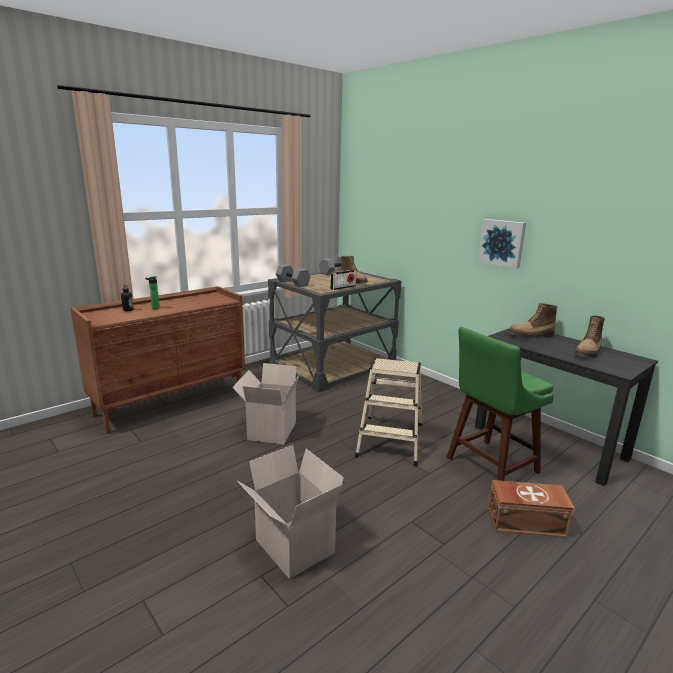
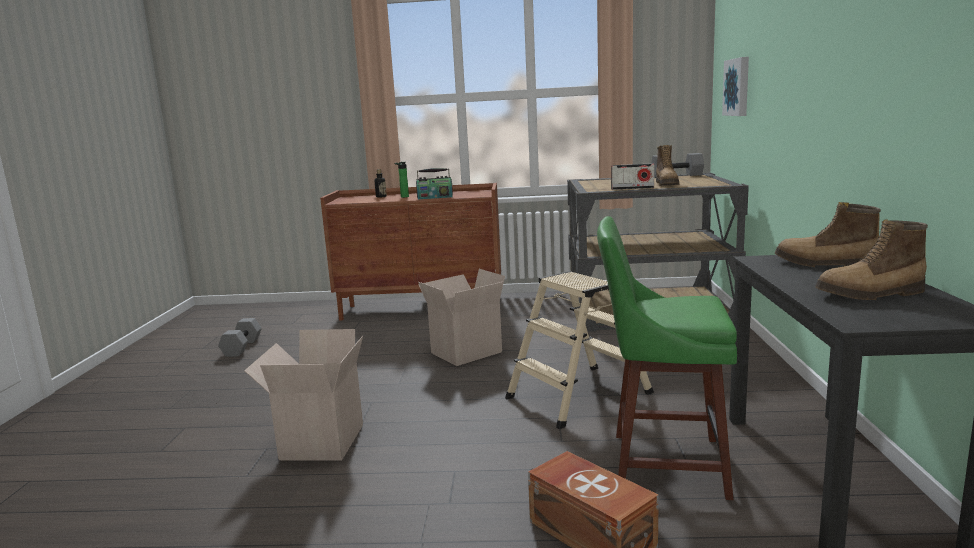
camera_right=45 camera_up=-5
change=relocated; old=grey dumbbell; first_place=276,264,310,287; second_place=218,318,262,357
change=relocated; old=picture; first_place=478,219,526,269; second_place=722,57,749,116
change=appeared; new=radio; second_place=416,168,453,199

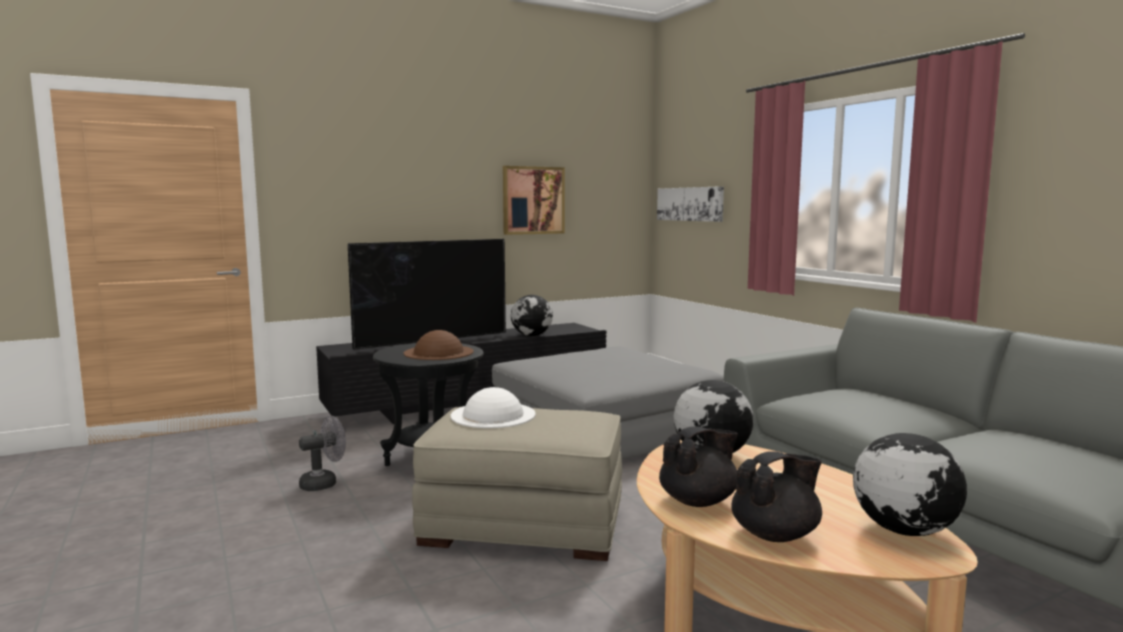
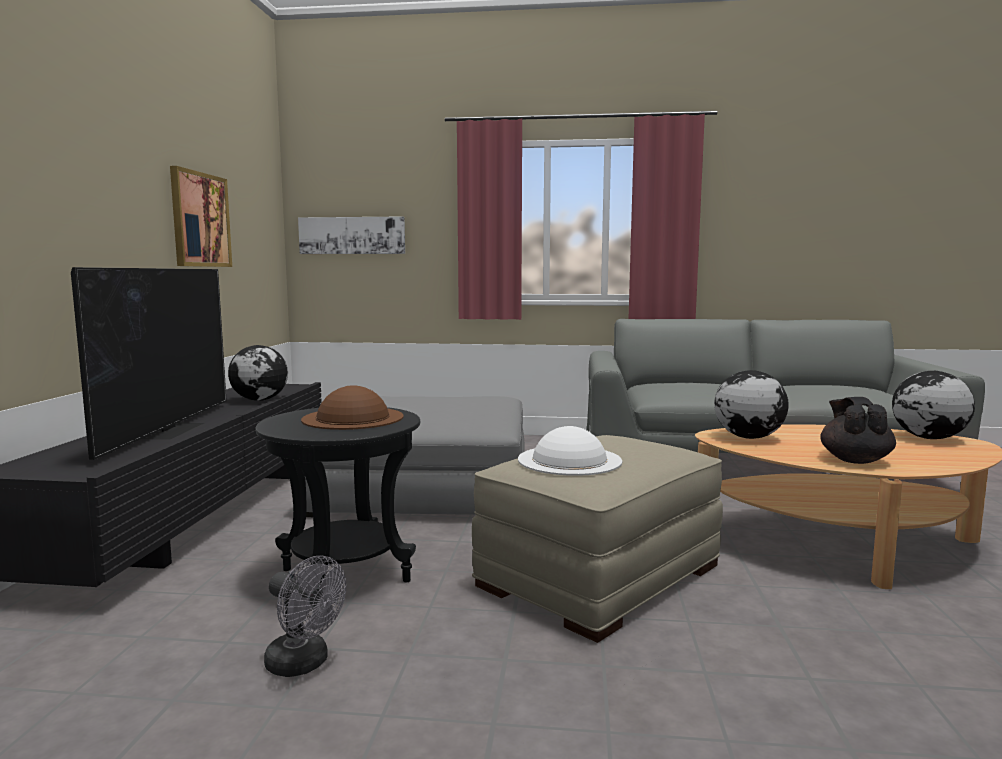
camera_right=-55 camera_up=0
change=spun; old=grey fan; first_place=299,416,346,491; second_place=264,556,346,677; degrees=120
change=missing; old=black teapot; first_place=731,451,822,542

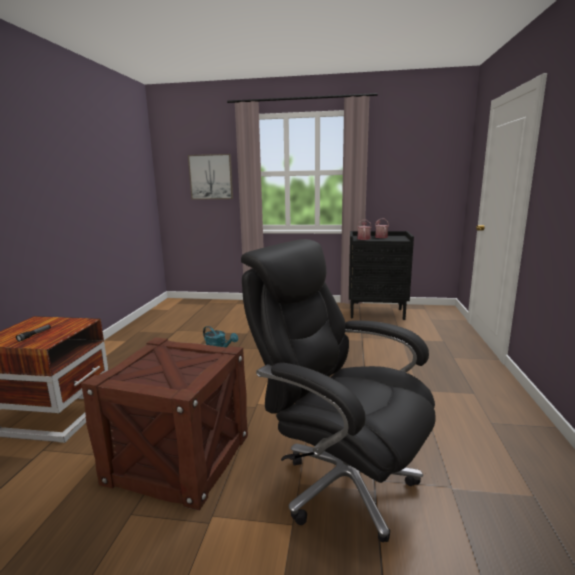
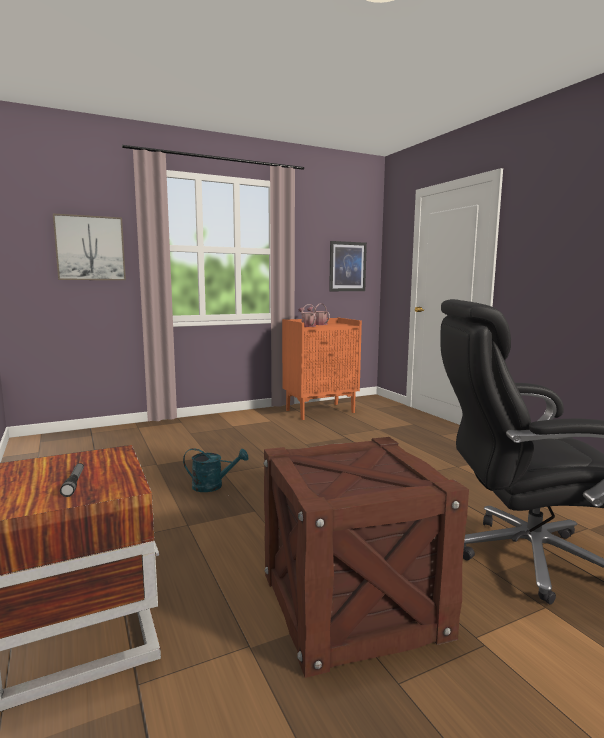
camera_right=-35 camera_up=-5
change=colour; old=black cabinet; new=orange cabinet; first_place=349,231,414,320; second_place=282,318,362,420
change=appeared; new=picture; second_place=329,241,367,291

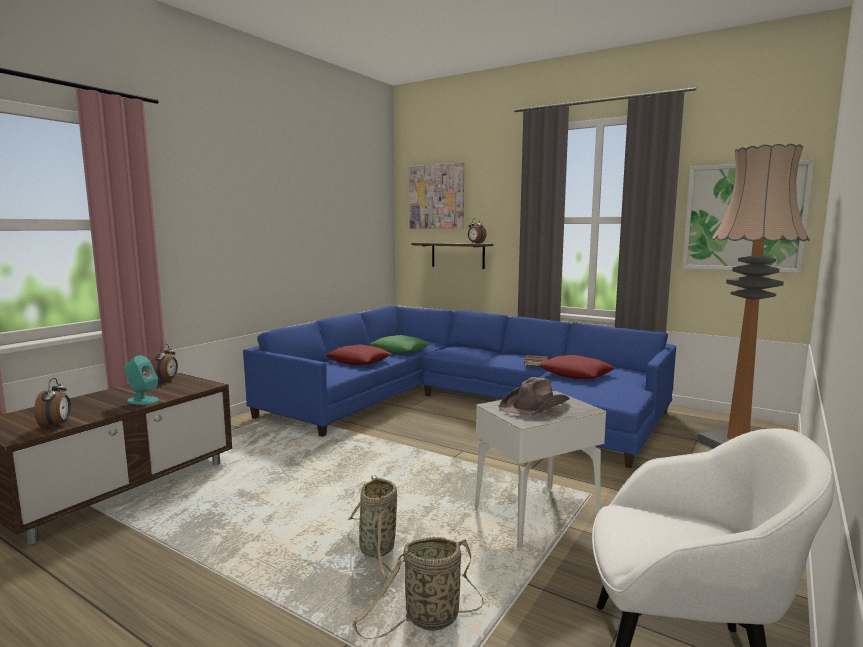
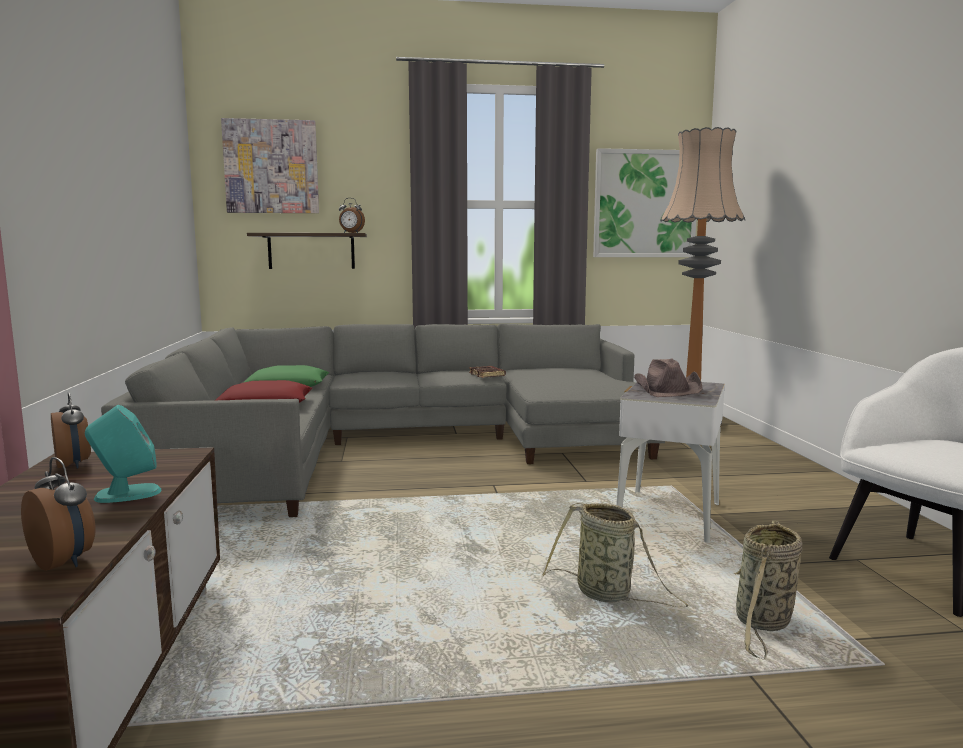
camera_right=-40 camera_up=0
change=colour; old=blue sofa; new=grey sofa; first_place=243,305,676,468; second_place=101,324,665,517
change=missing; old=red pillow; first_place=539,355,616,379

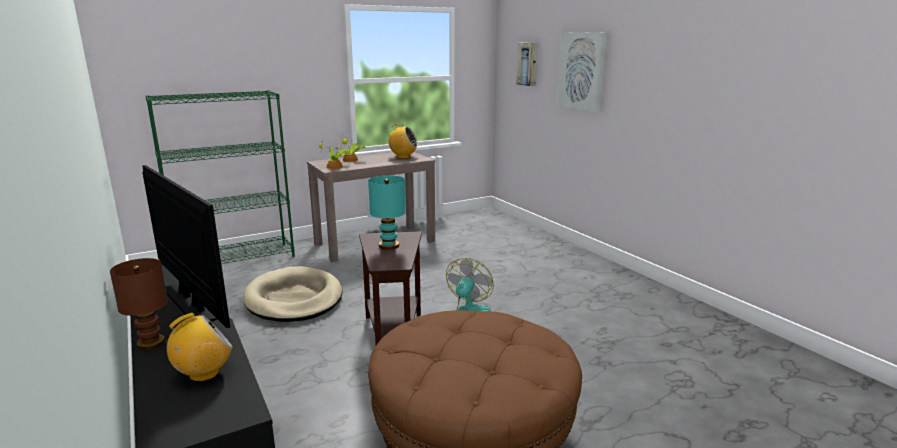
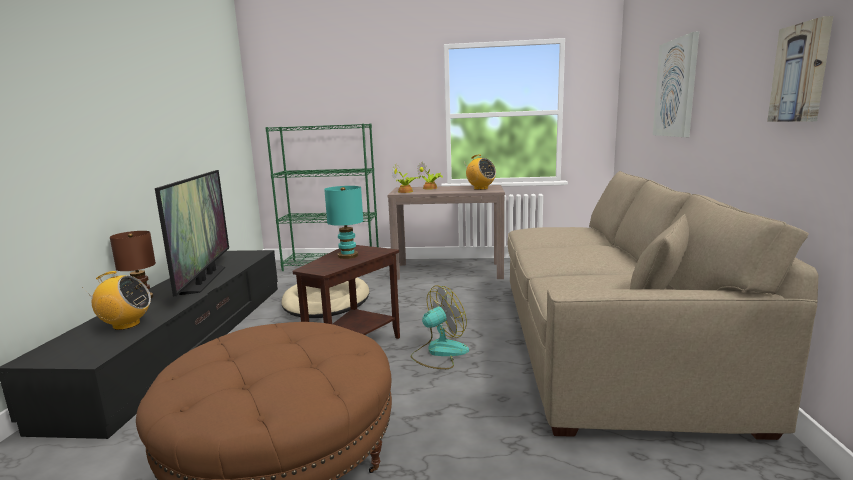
camera_right=35 camera_up=-5
change=relocated; old=picture; first_place=516,43,538,86; second_place=767,16,833,122
change=appeared; new=beige sofa; second_place=508,171,819,440

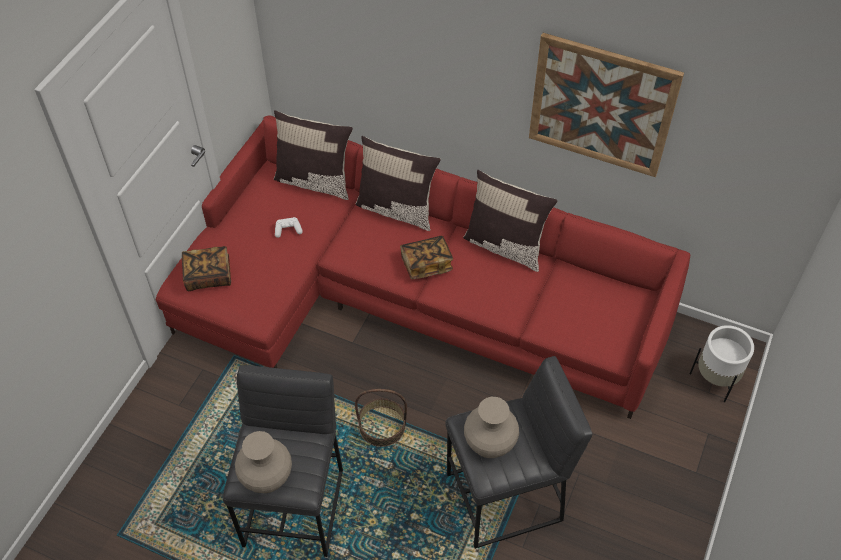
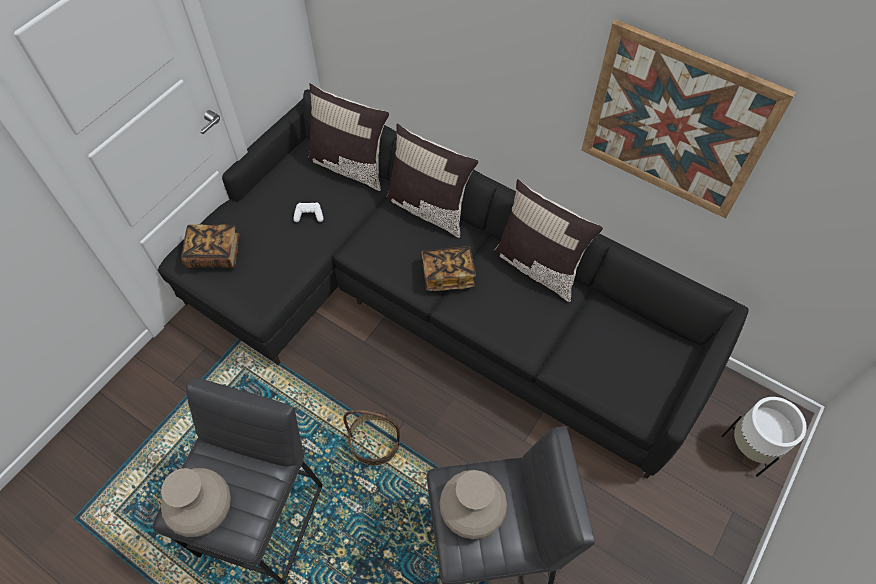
camera_right=10 camera_up=5
change=colour; old=red sofa; new=black sofa; first_place=155,116,690,419; second_place=158,89,749,479

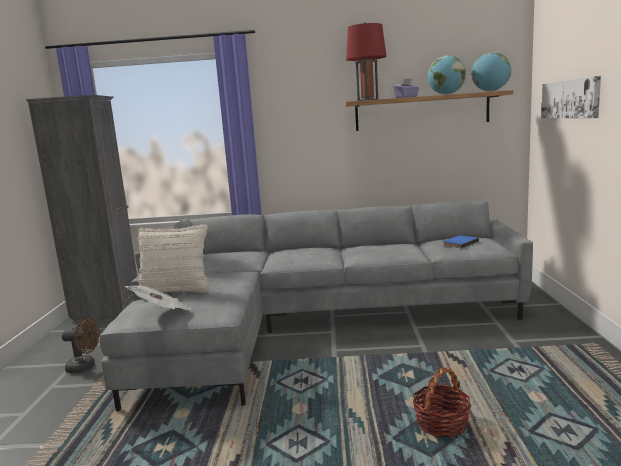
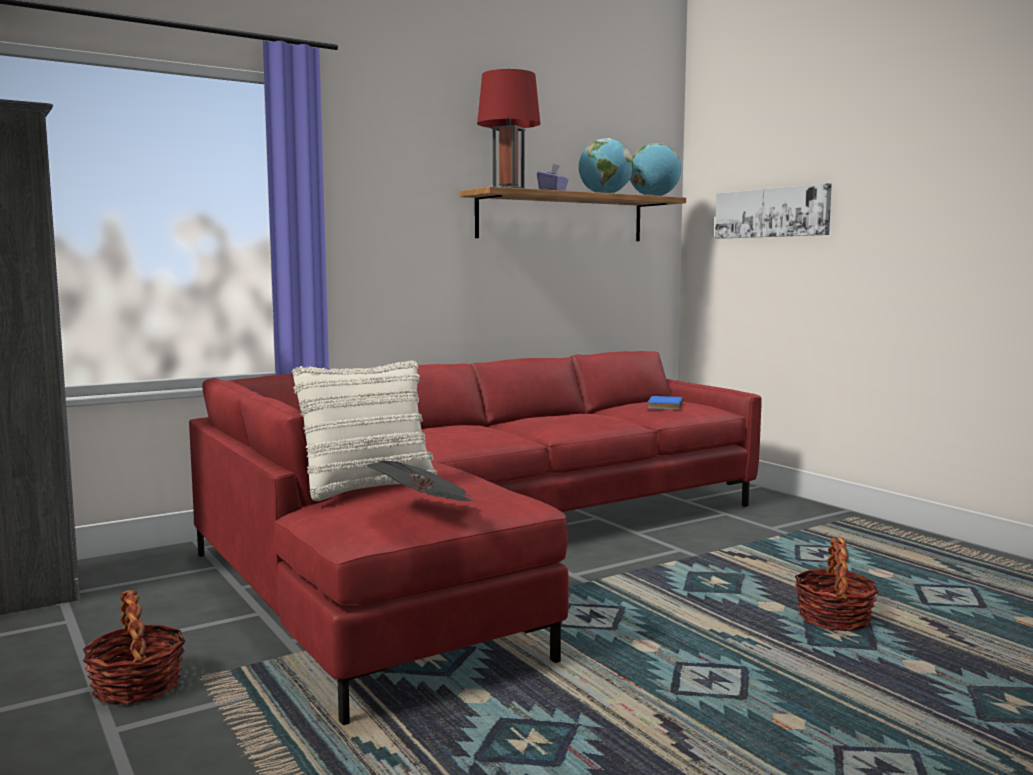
camera_right=-35 camera_up=-5
change=exchanged; old=brown fan; new=basket; first_place=62,317,99,373; second_place=83,590,185,705
change=colour; old=grey sofa; new=red sofa; first_place=100,201,533,411; second_place=189,351,762,725

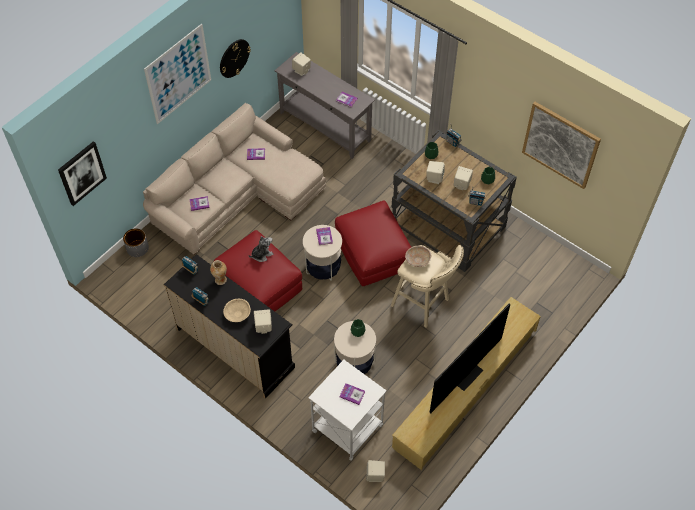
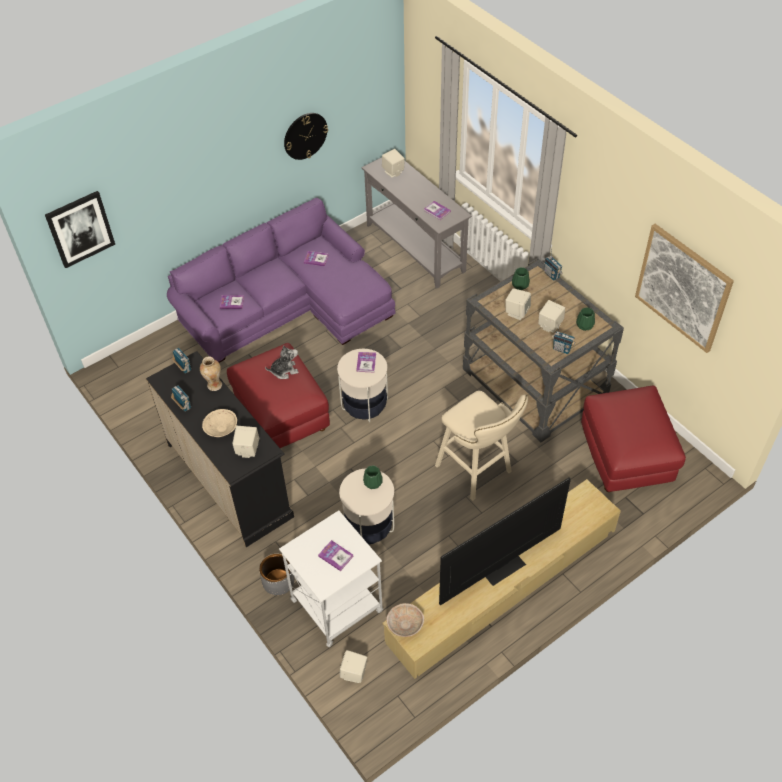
camera_right=15 camera_up=-5
change=relocated; old=grey planter; first_place=123,228,149,257; second_place=259,554,294,595
change=colour; old=beige sofa; new=purple sofa; first_place=143,103,326,255; second_place=167,198,395,363
change=missing; old=picture; first_place=144,24,211,124
change=relocated; old=red ottoman; first_place=335,201,411,286; second_place=581,386,686,492
change=relocated; old=beige bowl; first_place=405,246,431,267; second_place=386,603,424,637

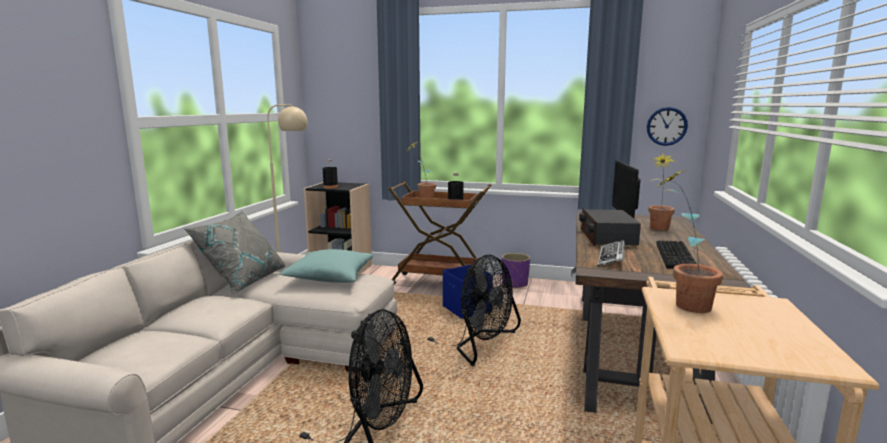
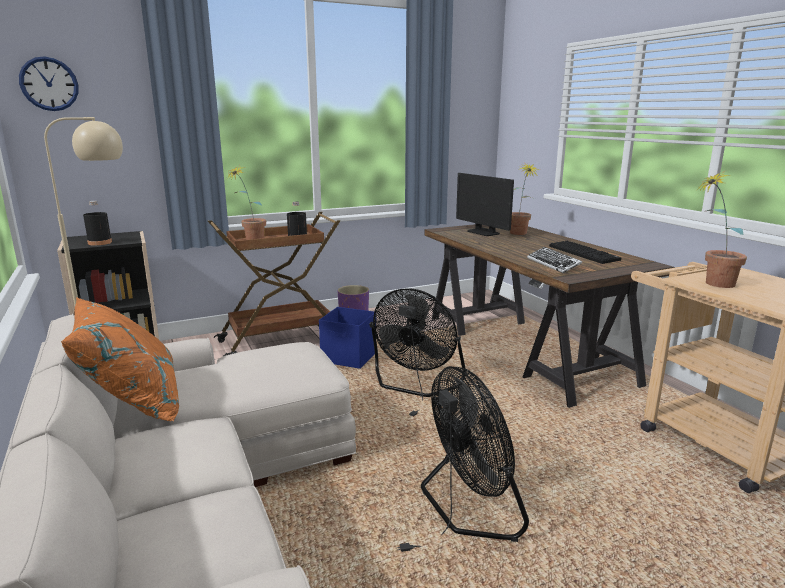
camera_right=-40 camera_up=5
change=colour; old=grey pillow; new=orange pillow; first_place=184,211,285,294; second_place=61,297,179,421
change=missing; old=turquoise pillow; first_place=280,249,373,282
change=spun; old=black fan; first_place=427,255,521,366; second_place=369,288,466,417; degrees=-60
change=missing; old=radio; first_place=579,208,641,246
change=relocated; old=wall clock; first_place=647,107,688,146; second_place=19,56,78,111

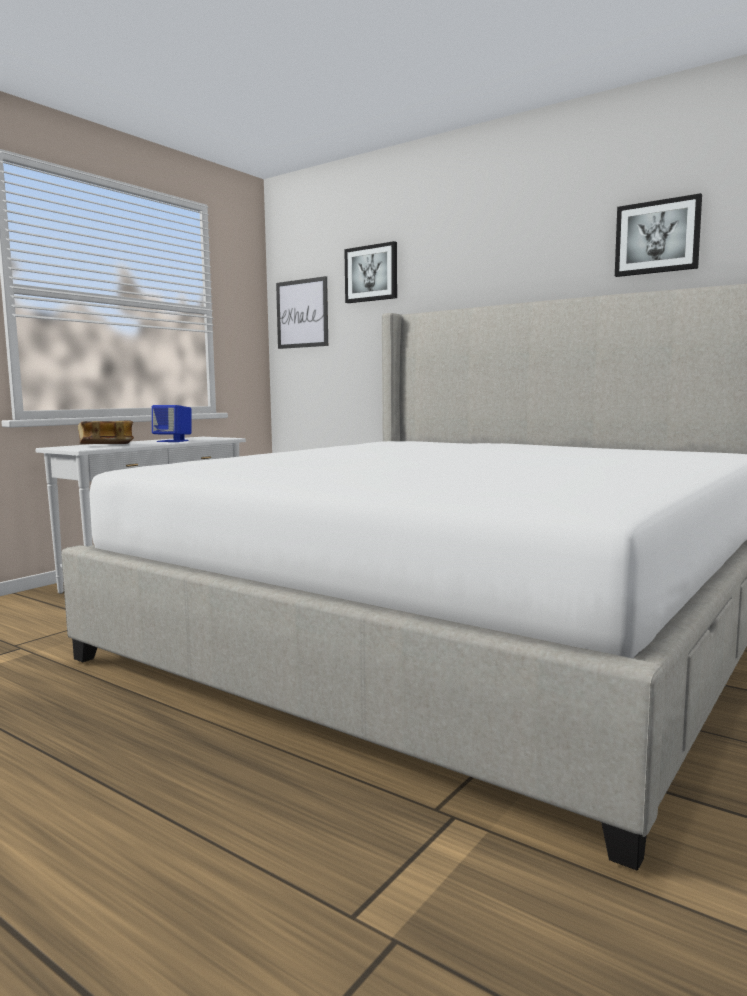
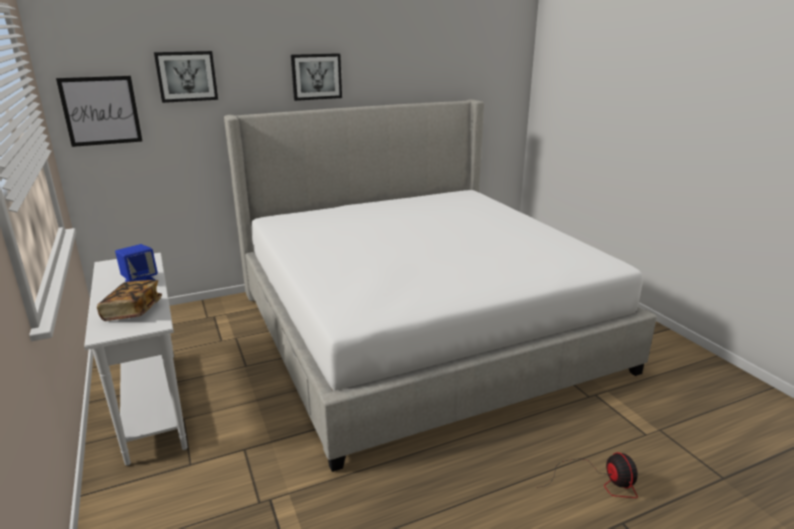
camera_right=-60 camera_up=15
change=relocated; old=picture; first_place=615,193,702,277; second_place=291,53,342,101
change=appeared; new=fan; second_place=537,452,638,498

